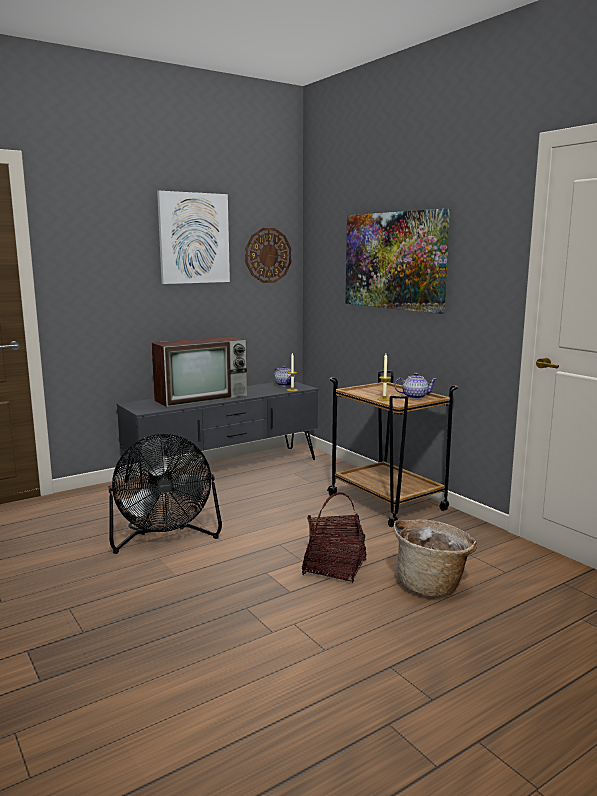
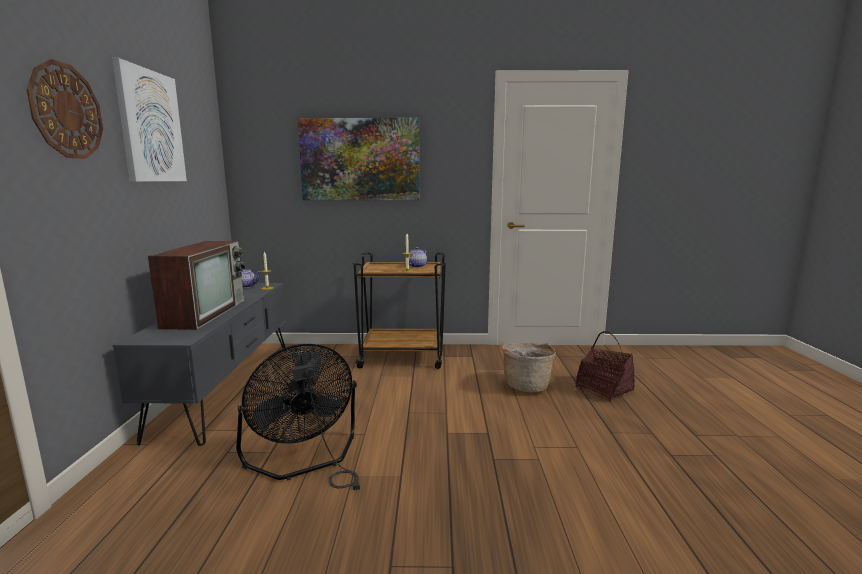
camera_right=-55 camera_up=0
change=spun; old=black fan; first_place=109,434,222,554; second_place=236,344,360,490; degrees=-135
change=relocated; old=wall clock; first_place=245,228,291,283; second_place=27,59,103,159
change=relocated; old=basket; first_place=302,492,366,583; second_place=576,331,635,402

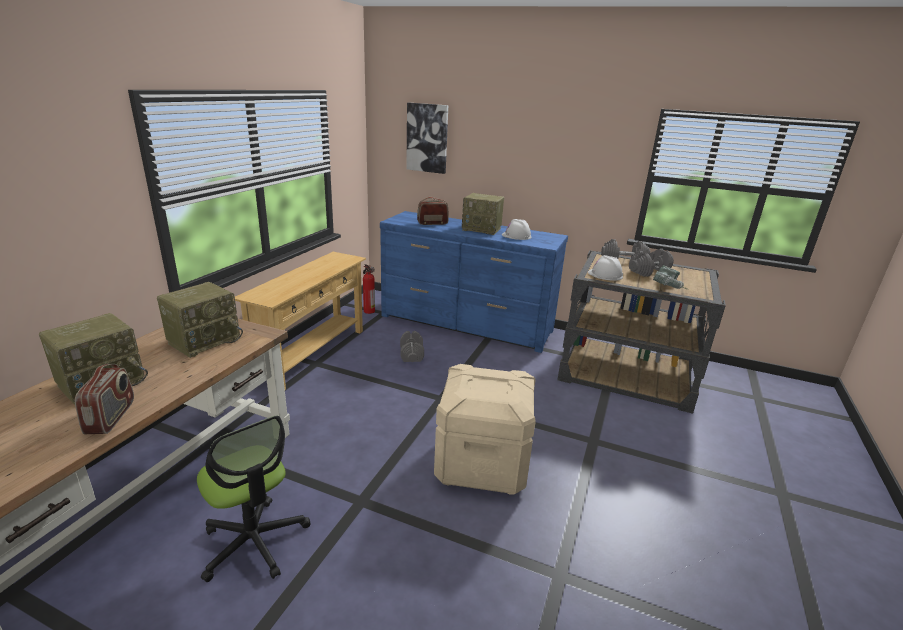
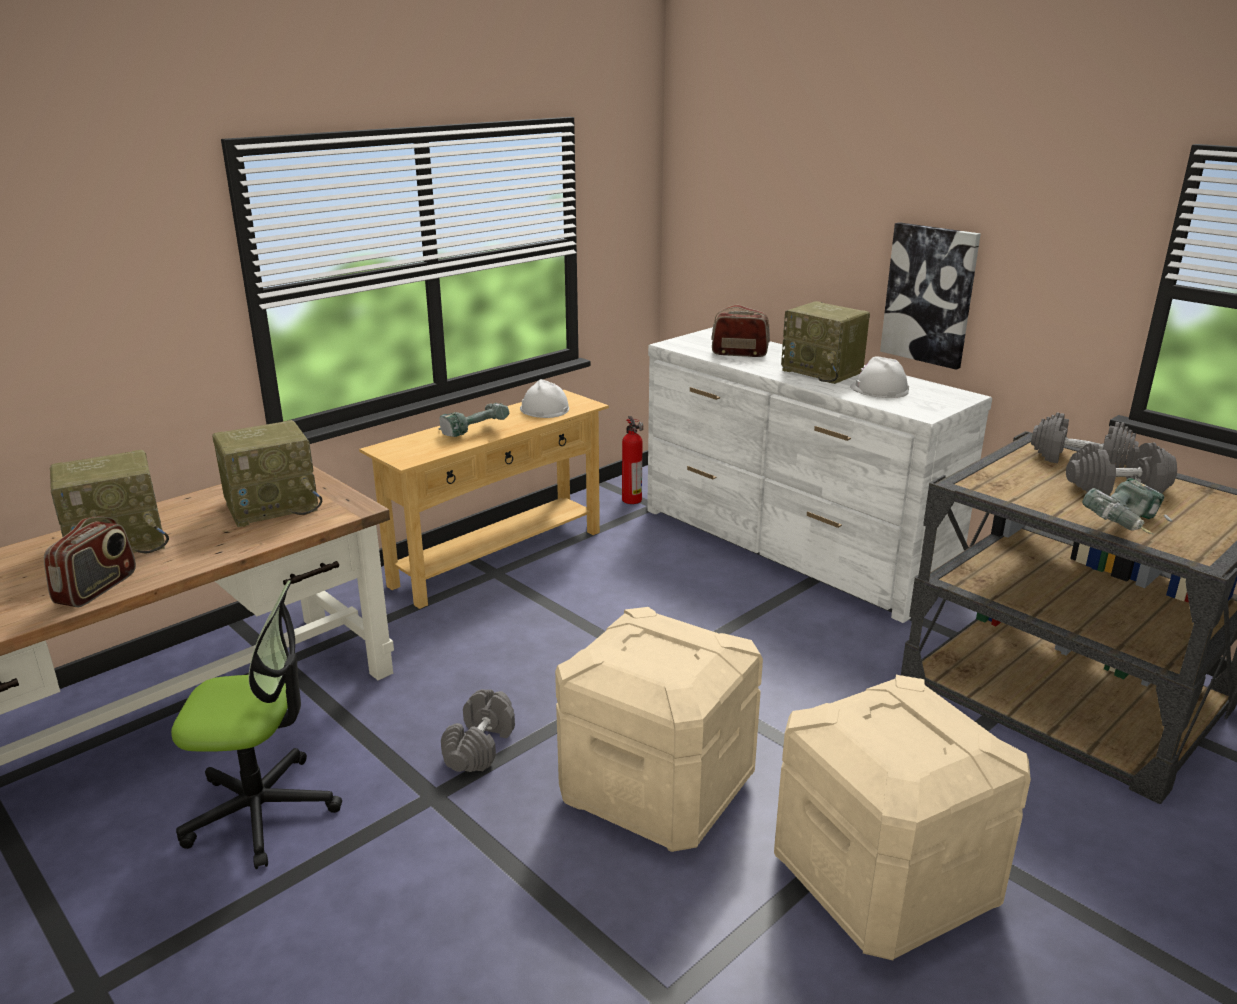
camera_right=25 camera_up=0
change=spun; old=office chair; first_place=197,415,310,582; second_place=171,580,342,869; degrees=-75
change=colour; old=blue dresser; new=white dresser; first_place=380,211,568,353; second_place=647,327,992,623
change=relocated; old=grey dumbbell; first_place=400,331,424,362; second_place=441,689,515,772
change=relocated; old=picture; first_place=406,103,448,174; second_place=880,222,981,370
change=relocated; old=white hard hat; first_place=588,255,623,281; second_place=520,379,569,418
change=appeared; new=power drill; second_place=438,403,510,437
change=appeared; new=beige storage box; second_place=774,675,1031,960

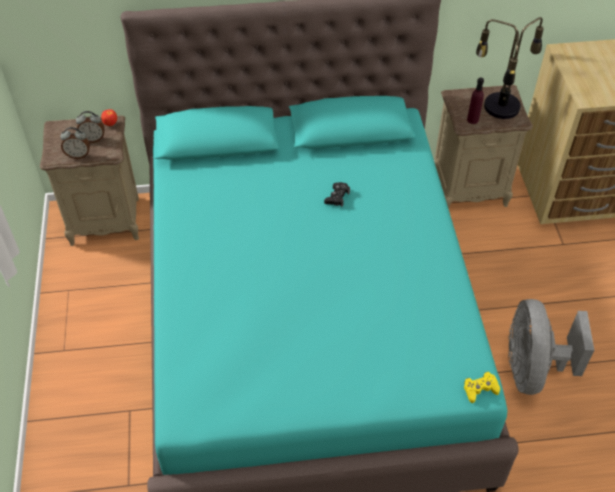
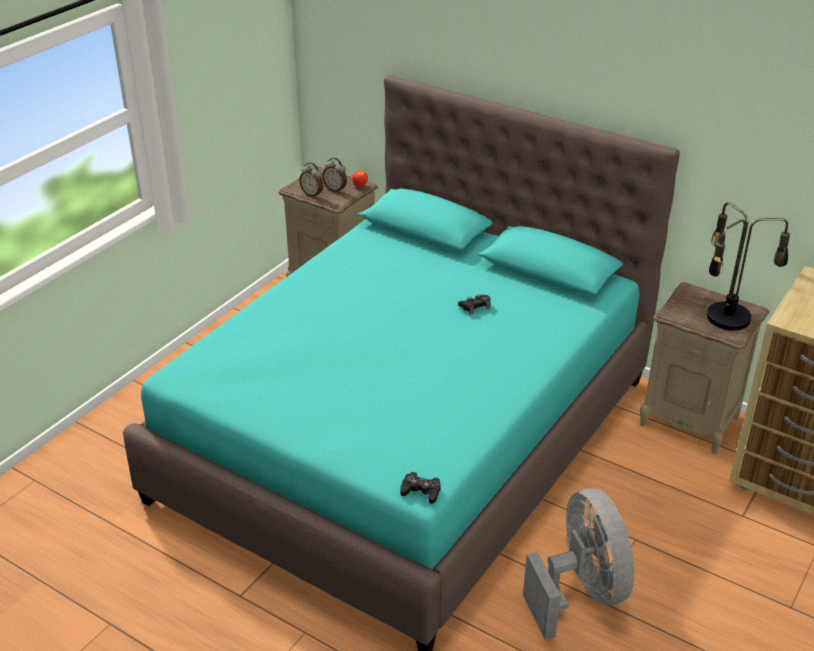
camera_right=40 camera_up=-15
change=colour; old=yellow game controller; new=black game controller; first_place=464,372,500,403; second_place=400,472,441,504
change=missing; old=purple bottle; first_place=467,77,484,124
change=spun; old=grey fan; first_place=508,299,594,395; second_place=523,488,634,640; degrees=120

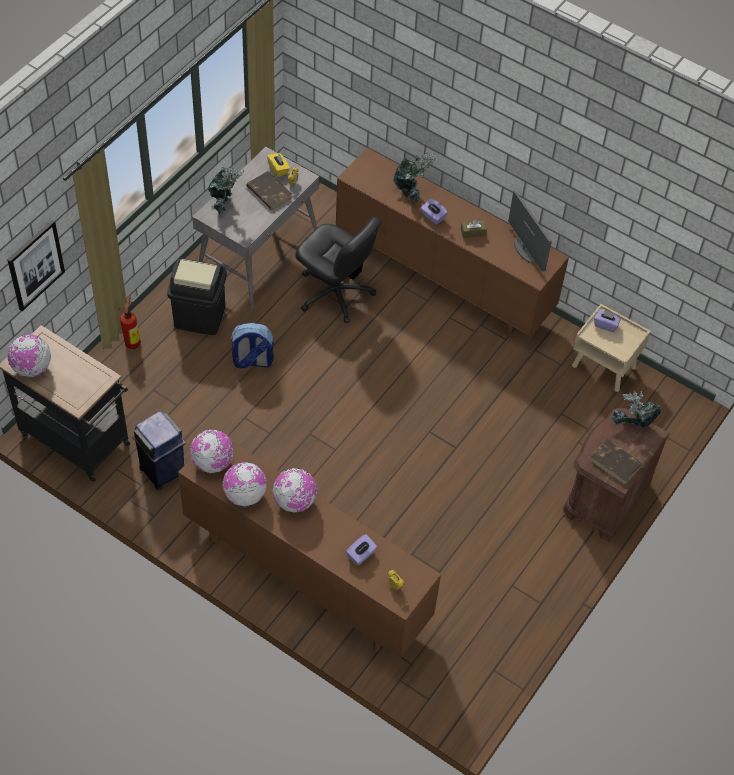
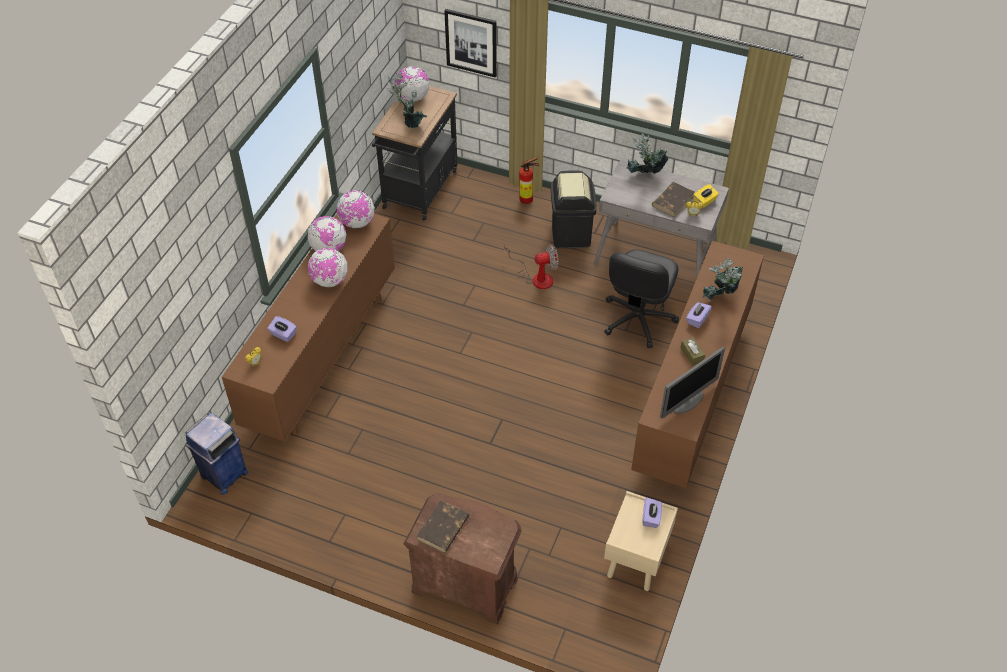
camera_right=80 camera_up=-5
change=relocated; old=blue trash can; first_place=132,411,186,490; second_place=185,413,248,495
change=exchanged; old=backpack; new=fan; first_place=230,323,274,369; second_place=504,244,558,289
change=relocated; old=potted plant; first_place=609,391,661,427; second_place=387,71,427,128

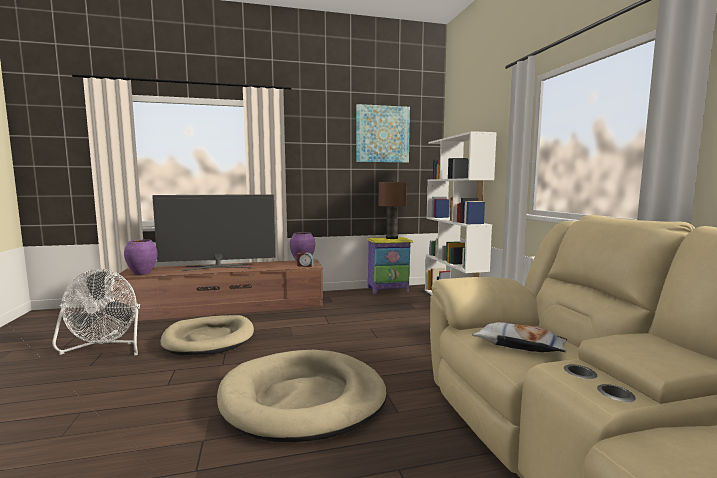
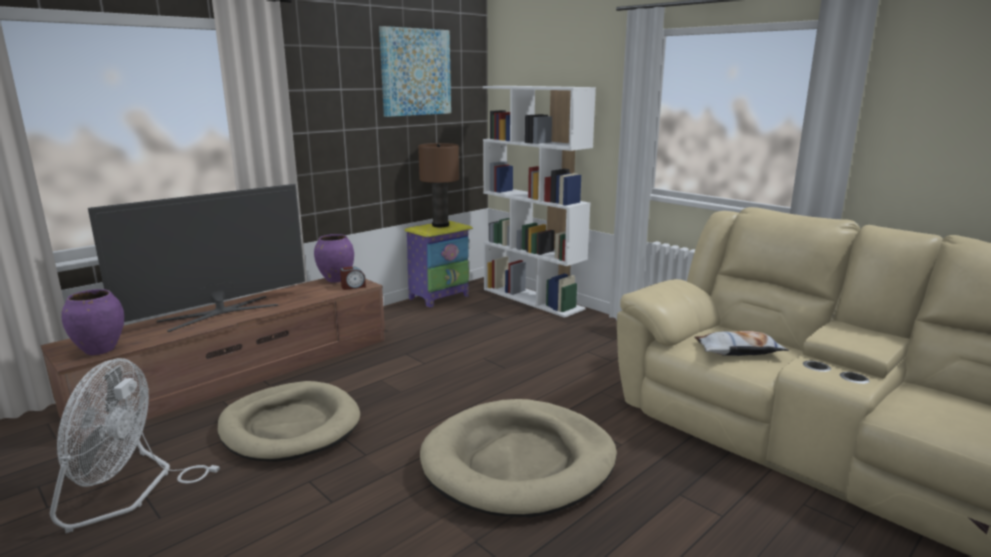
camera_right=-30 camera_up=10
change=spun; old=white fan; first_place=52,268,140,356; second_place=50,358,221,533; degrees=120

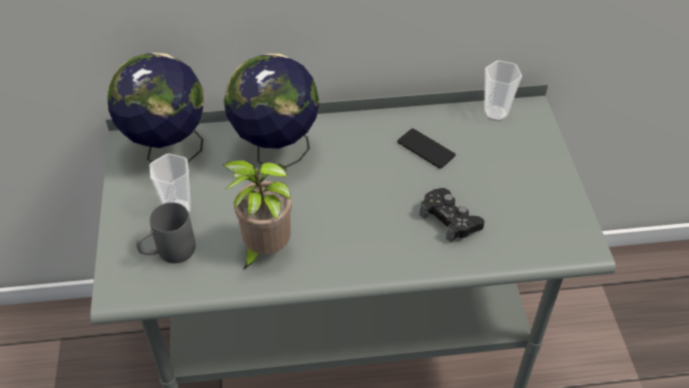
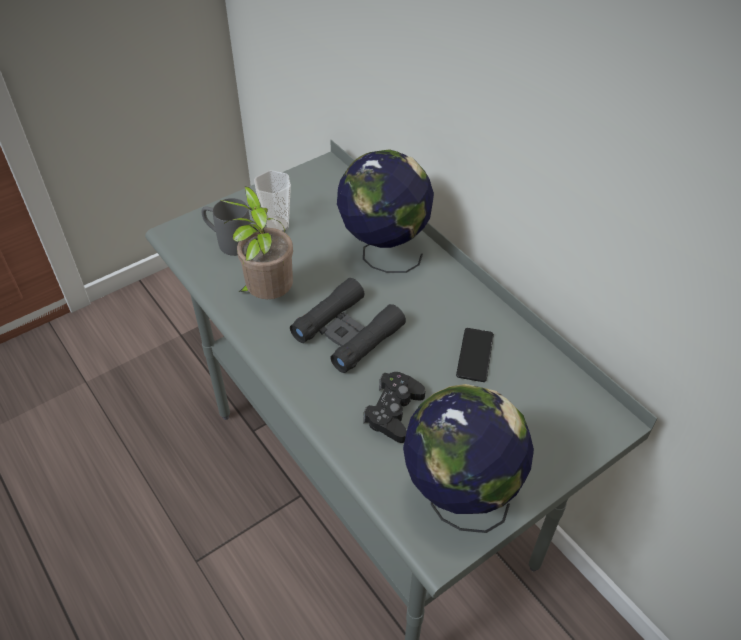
camera_right=60 camera_up=0
change=relocated; old=globe; first_place=107,53,204,162; second_place=403,384,534,533
change=missing; old=cup; first_place=484,60,522,122
change=appeared; new=black binoculars; second_place=290,278,406,373

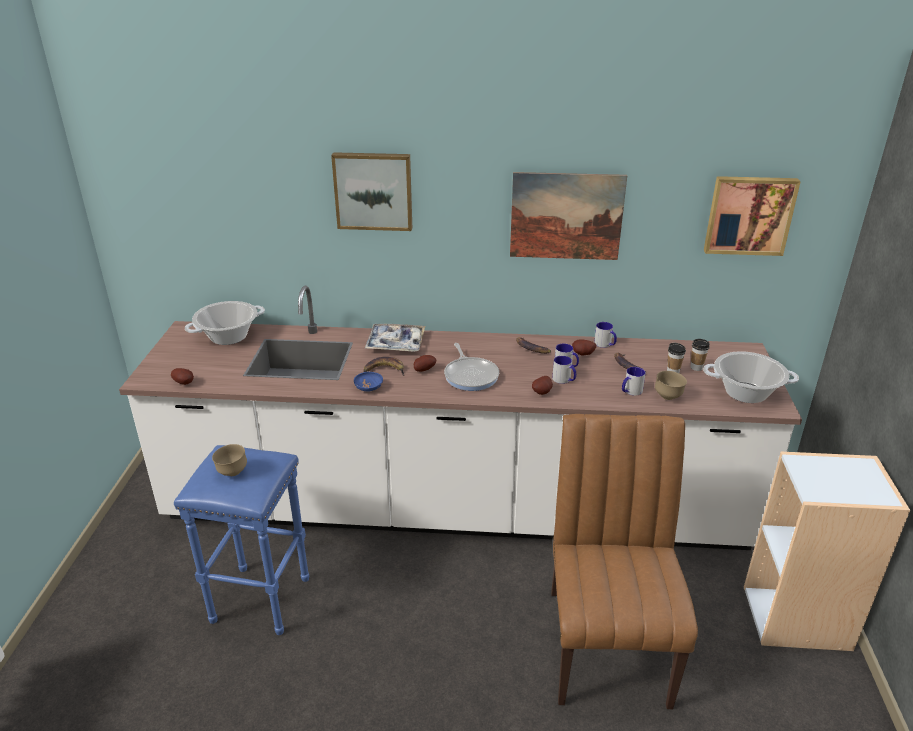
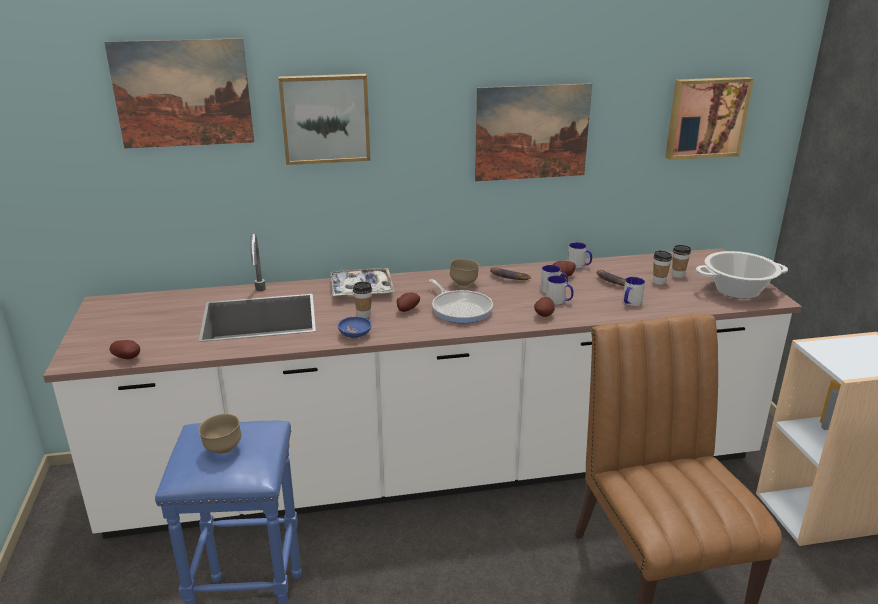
camera_right=-15 camera_up=-5
change=missing; old=cooking pot; first_place=185,301,265,345
change=exchanged; old=banana; new=cup; first_place=363,357,405,376; second_place=353,282,372,318
change=relocated; old=brown bowl; first_place=655,371,687,400; second_place=450,259,479,286
change=appeared; new=picture; second_place=104,38,254,148

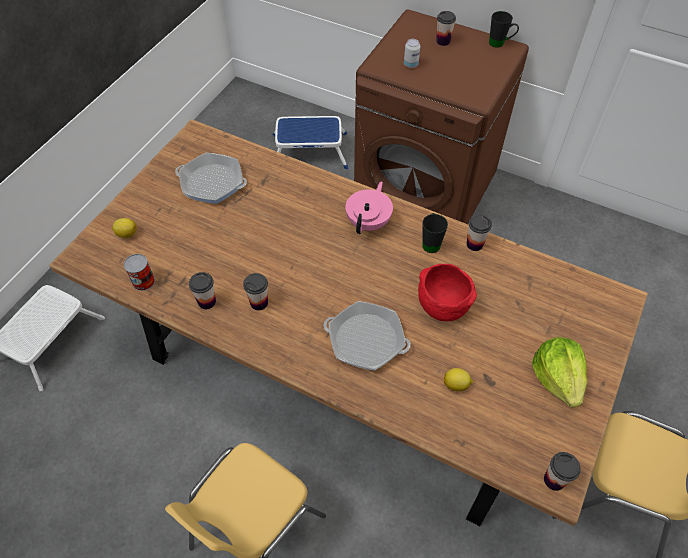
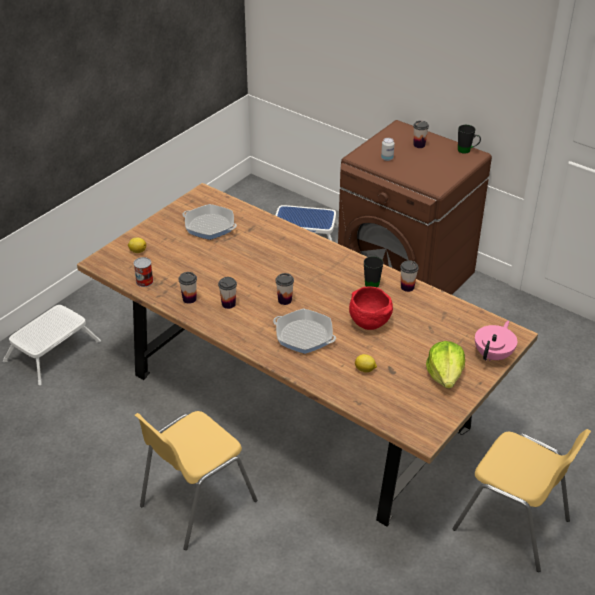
camera_right=10 camera_up=-15
change=relocated; old=pink teapot; first_place=345,182,393,234; second_place=475,320,517,361
change=relocated; old=cup; first_place=544,452,581,491; second_place=276,273,294,305

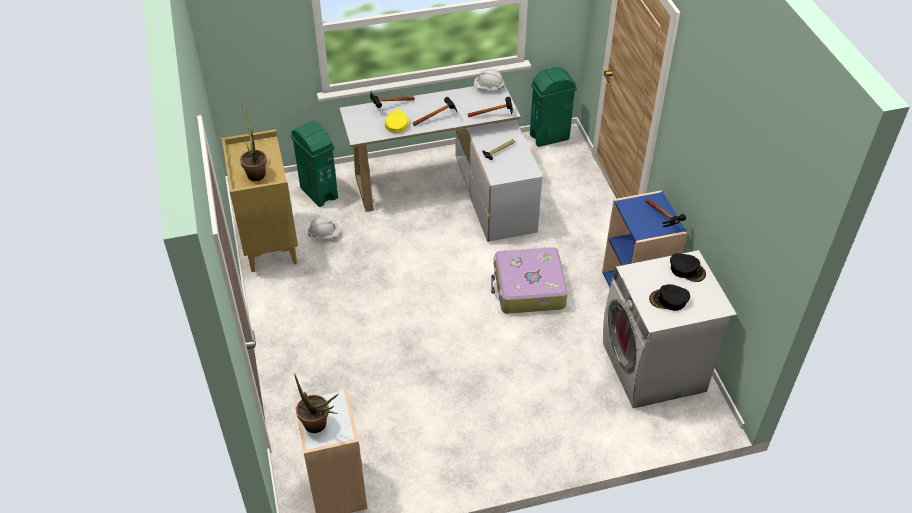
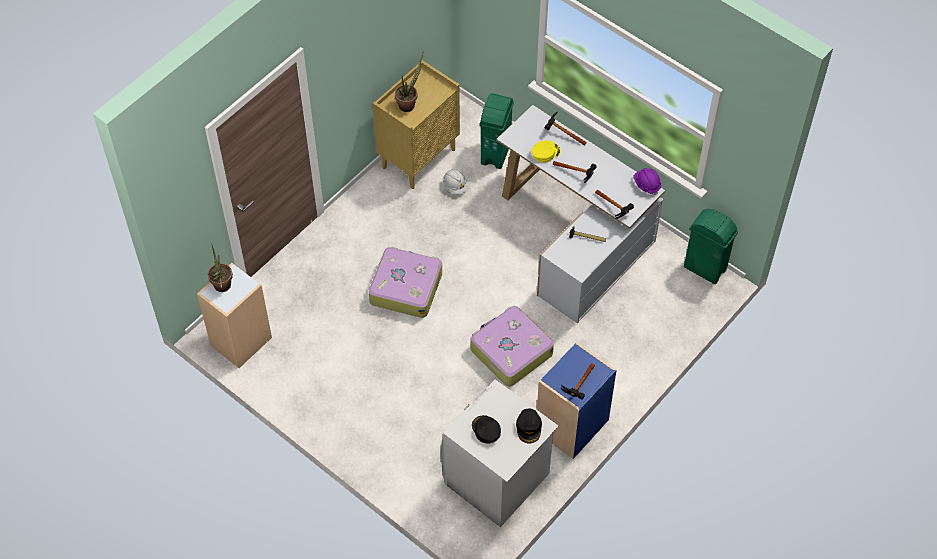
camera_right=55 camera_up=10
change=colour; old=white hard hat; new=purple hard hat; first_place=474,69,505,90; second_place=633,168,661,195
change=appeared; new=suitcase; second_place=369,246,442,318

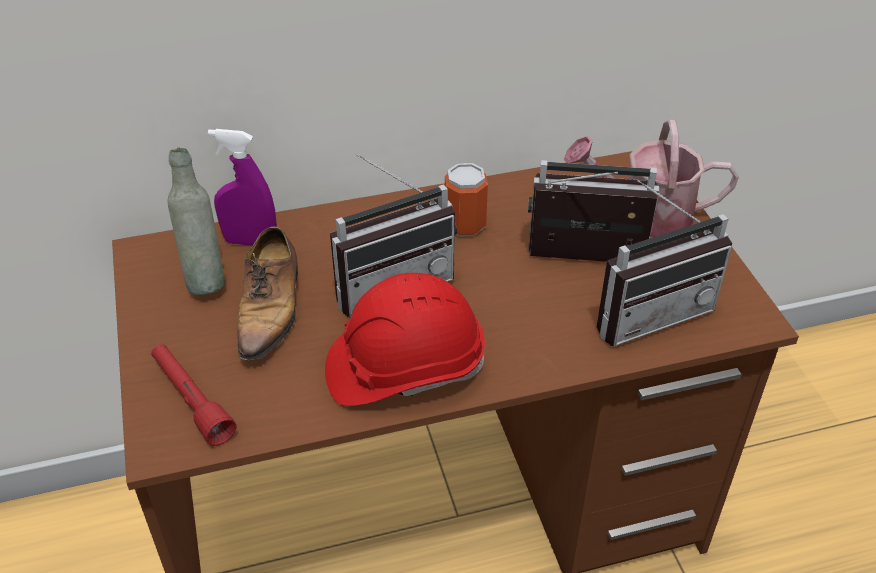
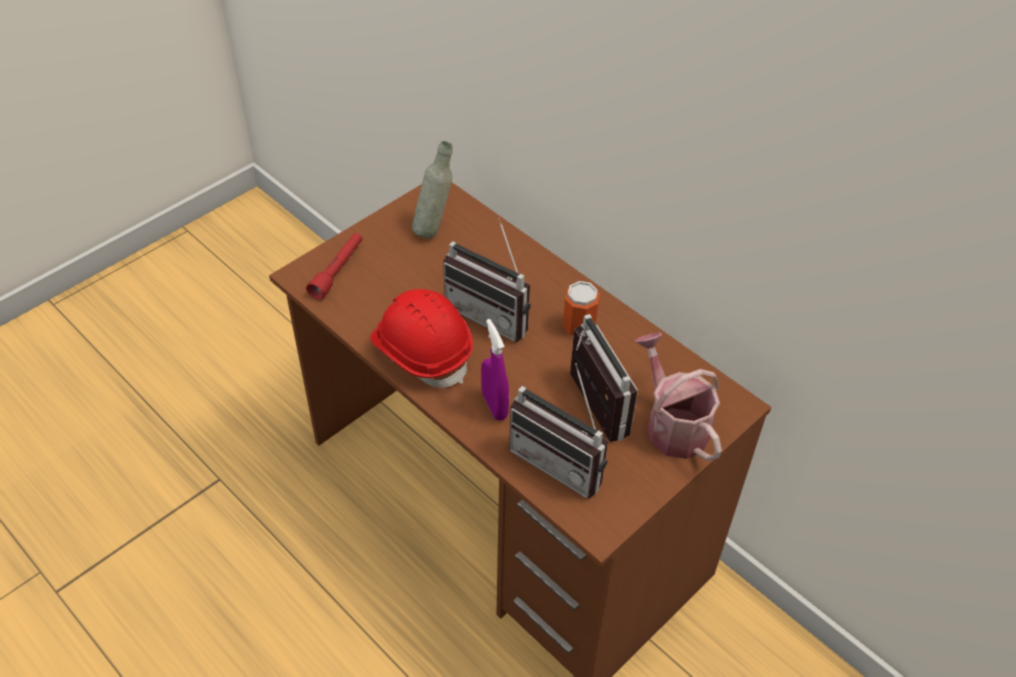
camera_right=60 camera_up=5
change=relocated; old=purple spray bottle; first_place=208,129,277,245; second_place=481,319,509,421
change=missing; old=shoe; first_place=237,226,298,365

